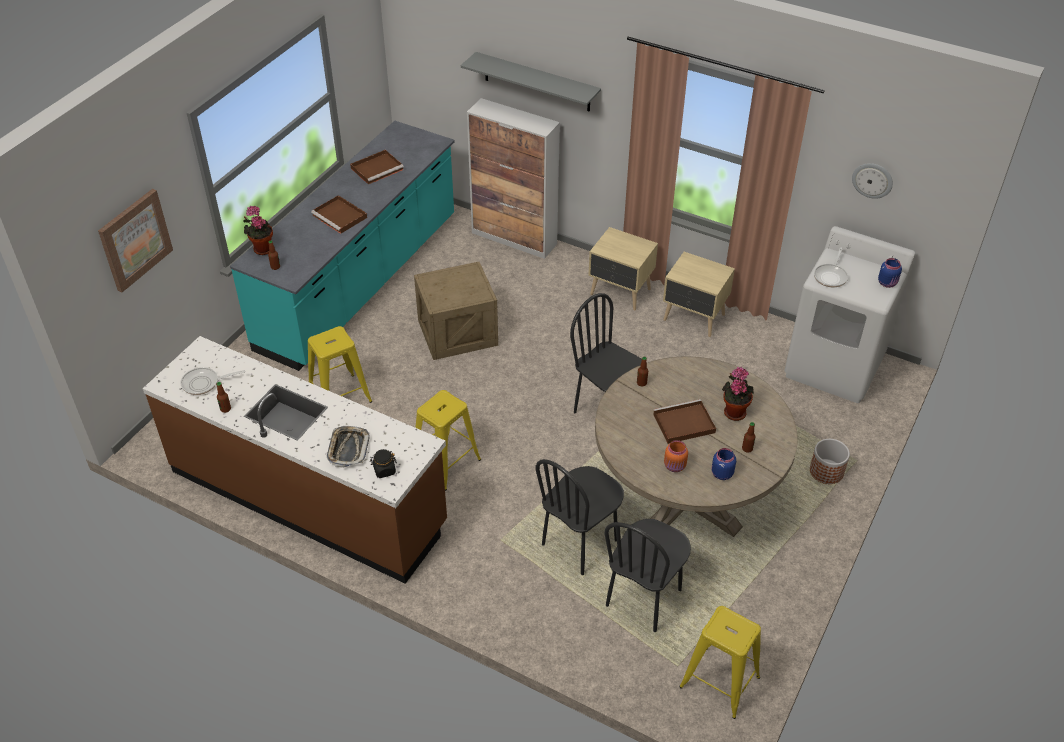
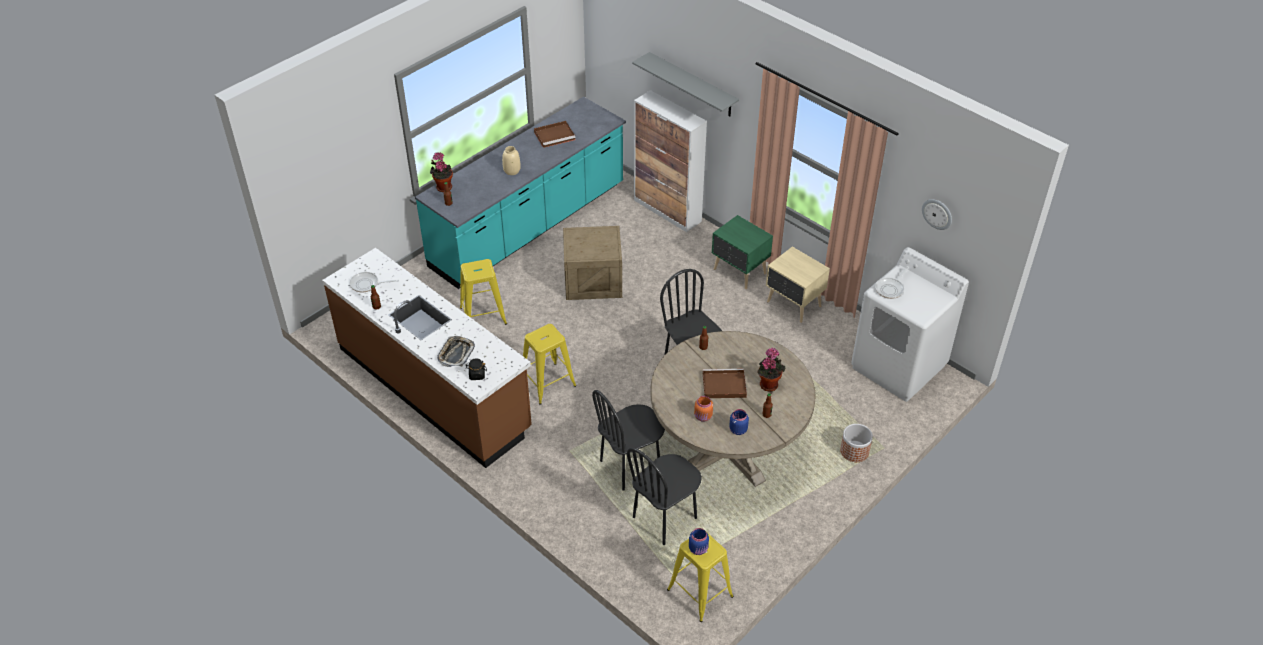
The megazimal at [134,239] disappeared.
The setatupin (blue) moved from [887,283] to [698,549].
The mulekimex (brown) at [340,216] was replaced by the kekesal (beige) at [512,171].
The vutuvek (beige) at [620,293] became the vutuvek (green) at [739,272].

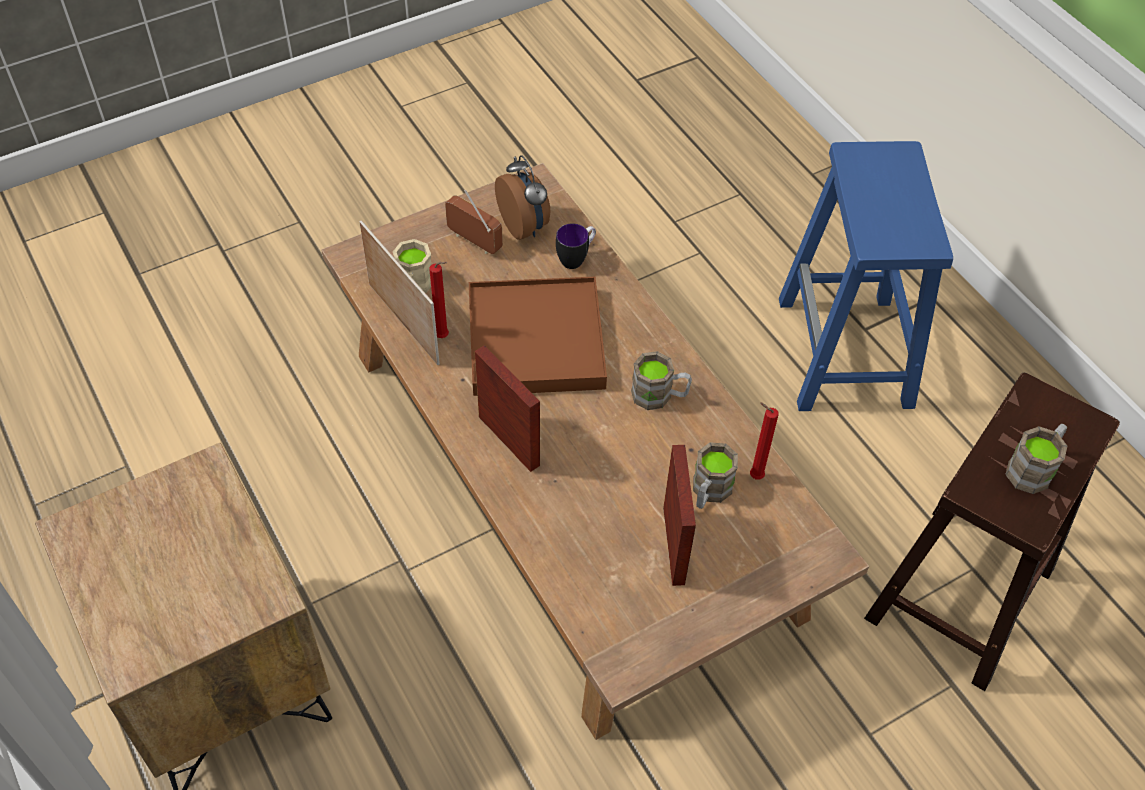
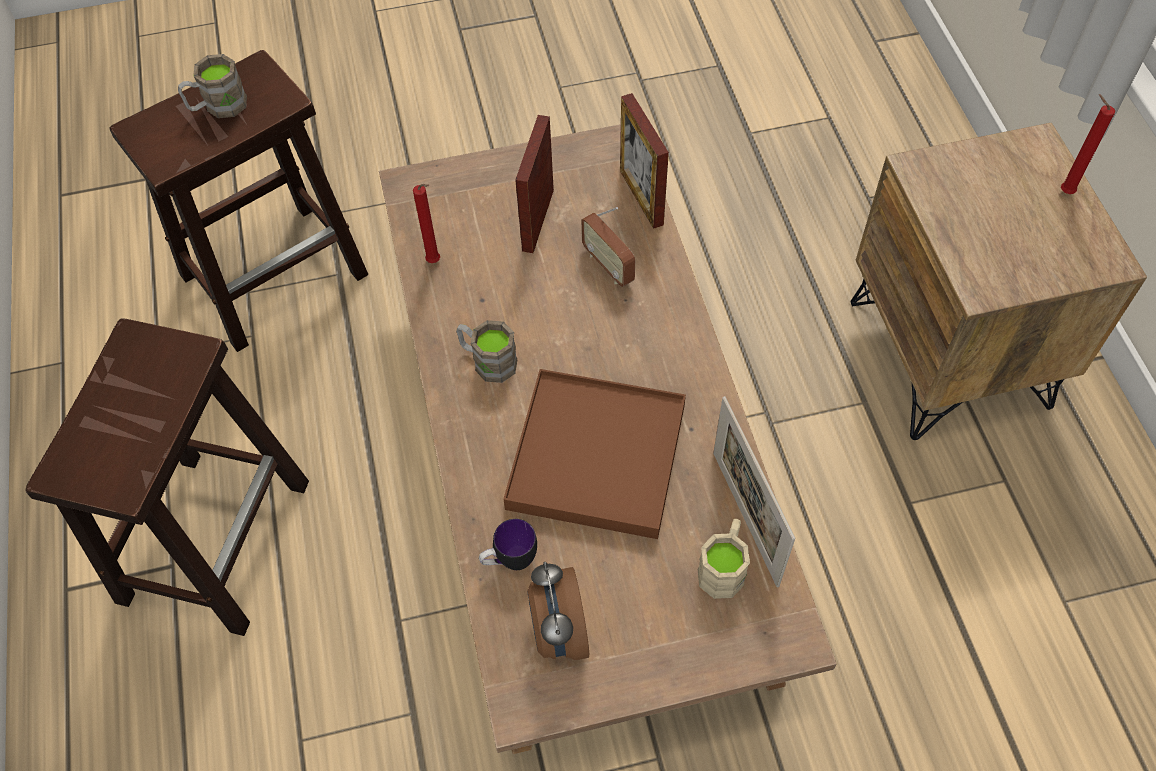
The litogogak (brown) at [708,492] disappeared.
The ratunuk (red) moved from [444,337] to [1064,191].
The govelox moved from [474,242] to [608,266].
The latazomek moved from [509,441] to [641,197].
The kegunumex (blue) at [845,354] became the kegunumex (brown) at [215,538].

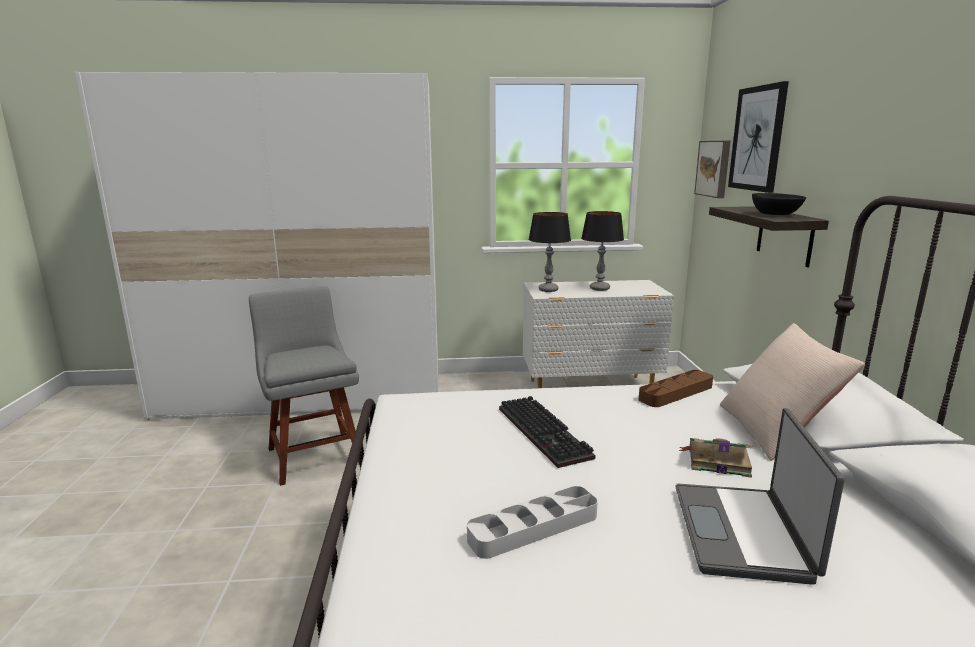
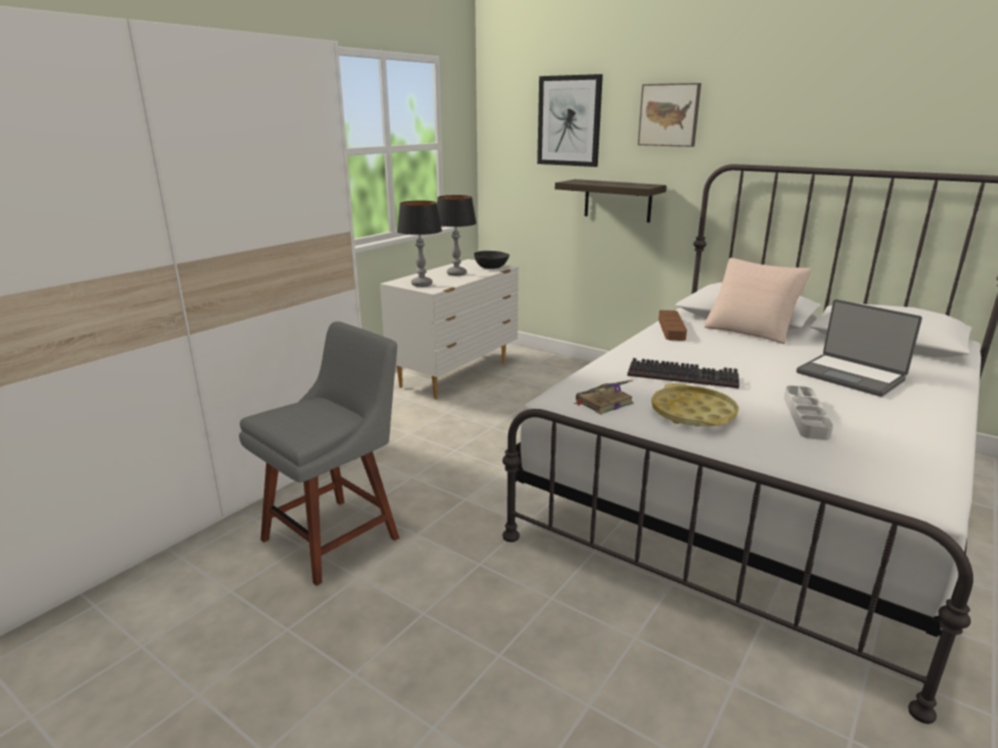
The mulekimex (yellow) at [693,414] appeared.
The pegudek moved from [716,461] to [603,403].
The megazimal moved from [714,168] to [669,115].
The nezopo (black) moved from [776,214] to [491,267].
The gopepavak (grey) at [314,453] turned 120 degrees clockwise.

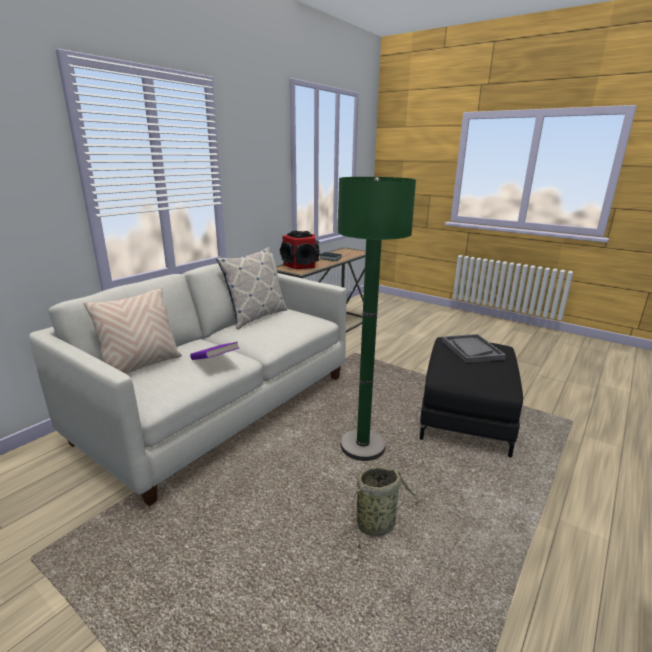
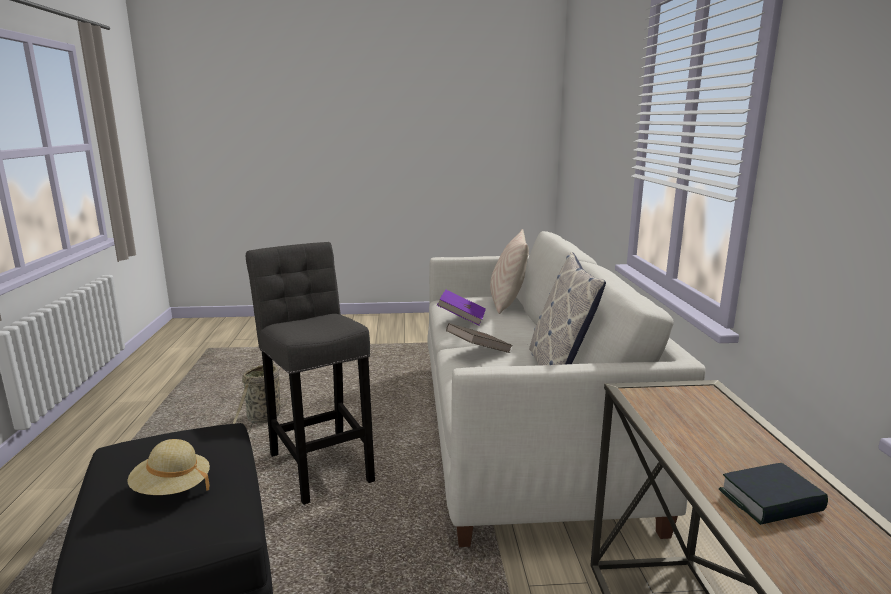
The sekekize at [301,265] disappeared.
The pegudek (brown) at [478,351] appeared.
The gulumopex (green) at [362,447] was replaced by the kegunumex (grey) at [320,463].
The mulekimex (grey) at [471,349] was replaced by the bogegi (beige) at [172,489].

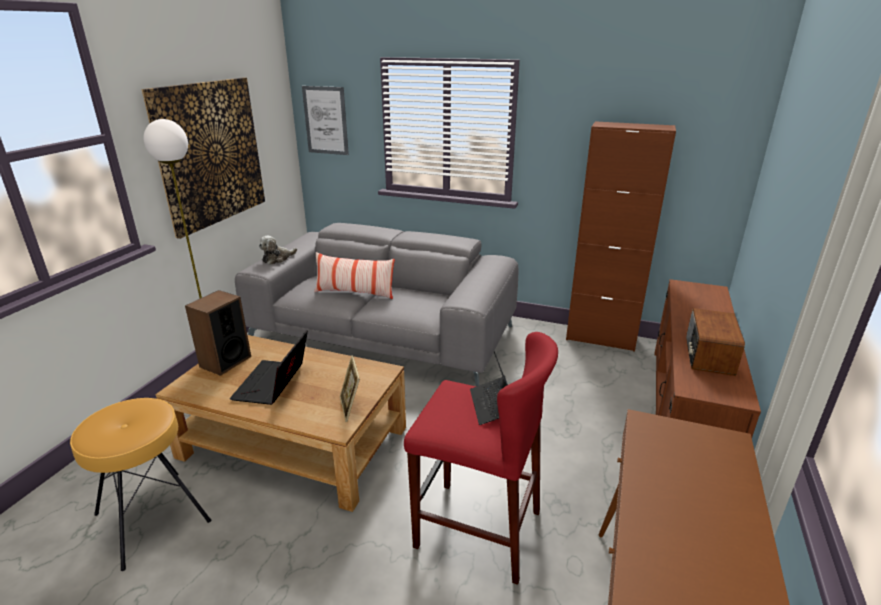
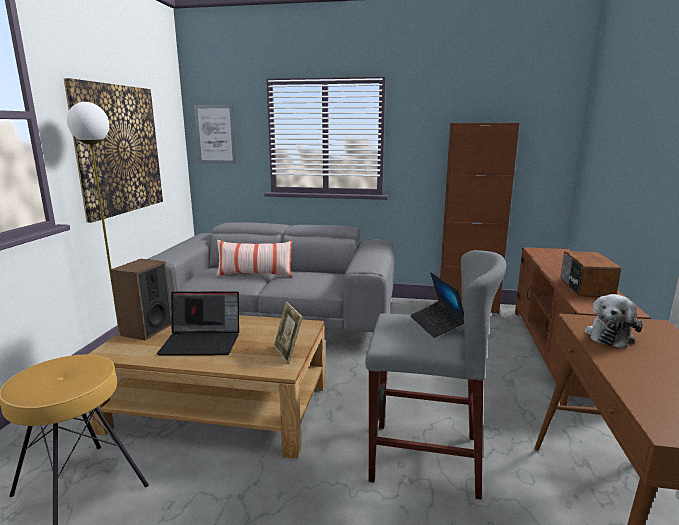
The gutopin moved from [277,259] to [609,335].
The kegunumex (red) at [478,529] became the kegunumex (grey) at [424,458].
The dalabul at [273,384] turned 90 degrees counterclockwise.

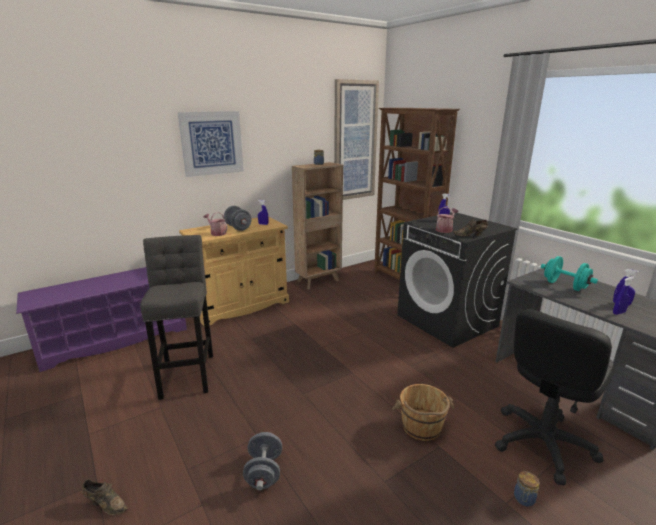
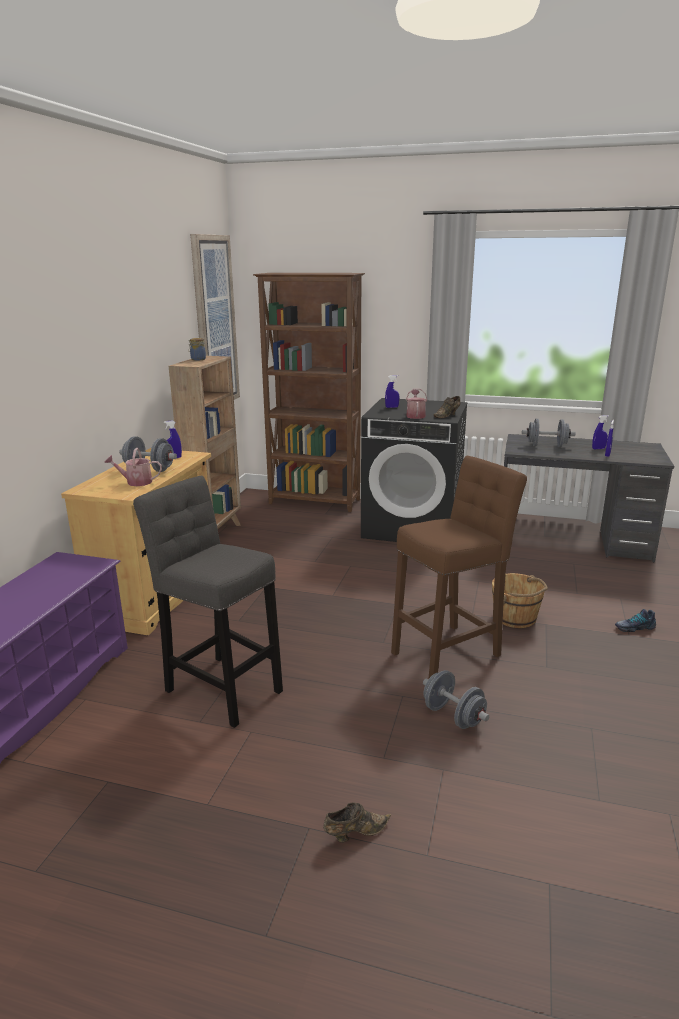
The megazimal at [212,143] disappeared.
The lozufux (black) at [542,443] disappeared.
The kegunumex (brown) at [450,651] appeared.
The setatupin at [524,499] was replaced by the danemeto at [634,627].
The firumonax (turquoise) at [565,285] became the firumonax (grey) at [546,446].

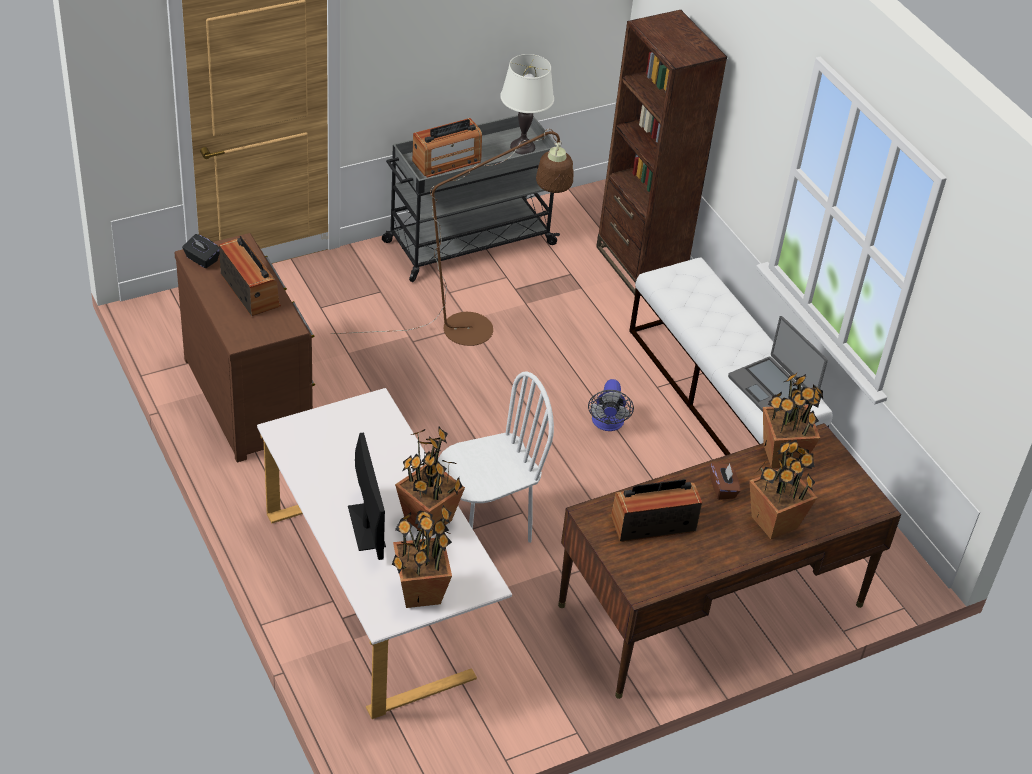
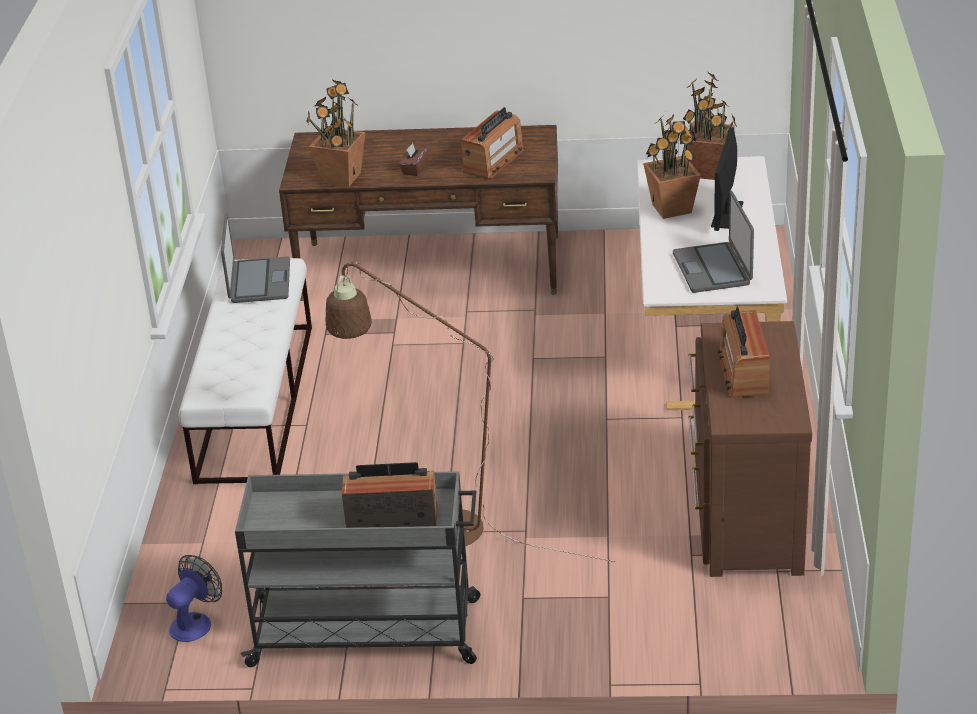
The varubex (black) at [201,259] disappeared.
The gopepavak (white) at [485,527] disappeared.
The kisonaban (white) at [522,147] disappeared.
The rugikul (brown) at [640,265] disappeared.
The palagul at [775,522] disappeared.
The dalabul at [713,269] appeared.
The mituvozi moved from [607,424] to [195,622].
The govelox at [653,523] turned 75 degrees counterclockwise.

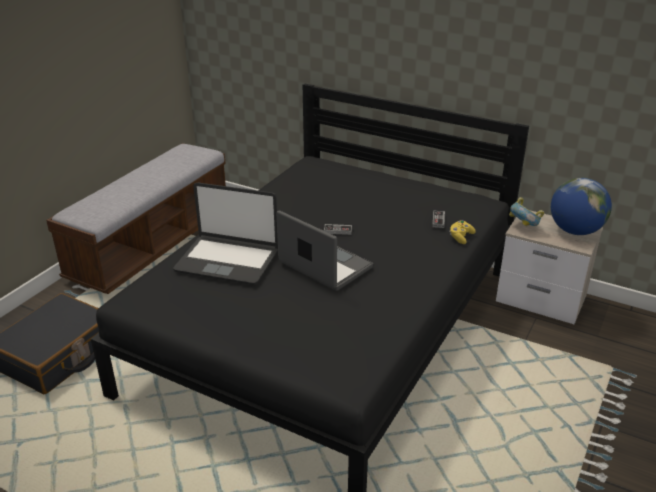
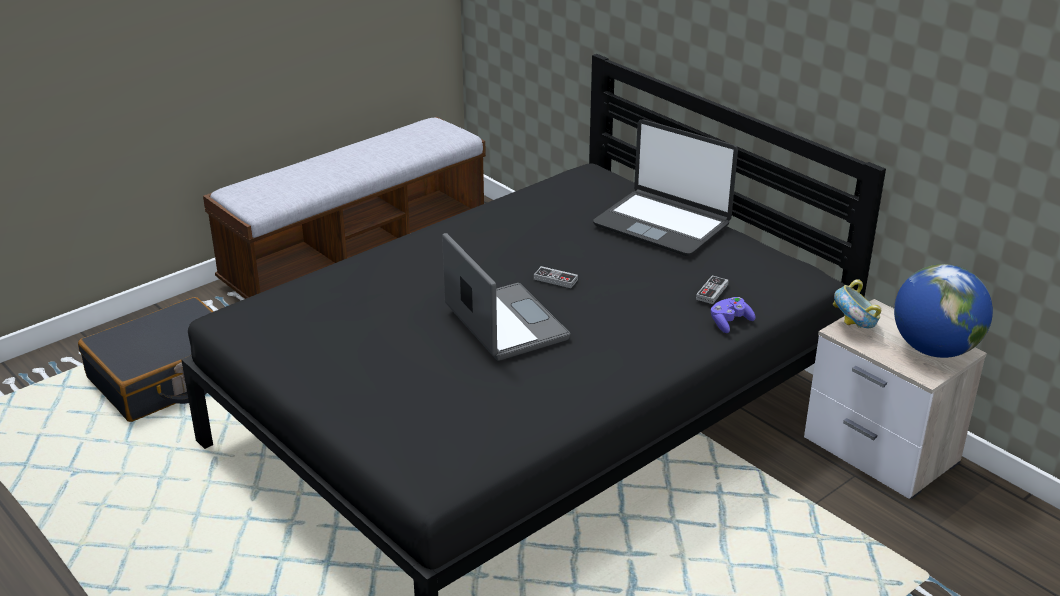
The dalabul moved from [228,260] to [662,224].
The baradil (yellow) at [460,237] became the baradil (purple) at [730,322].

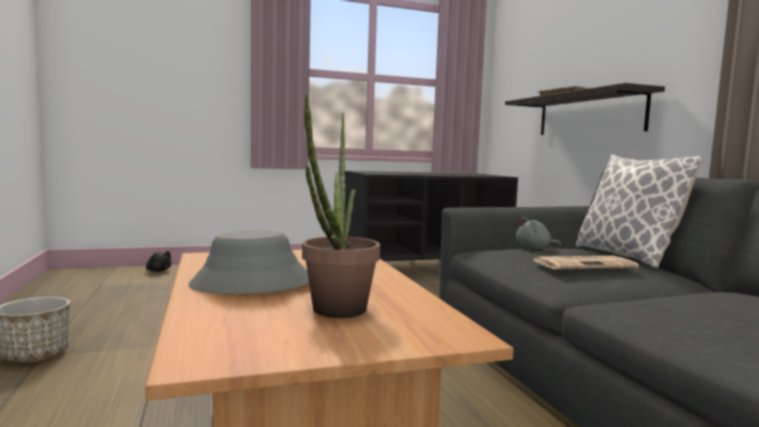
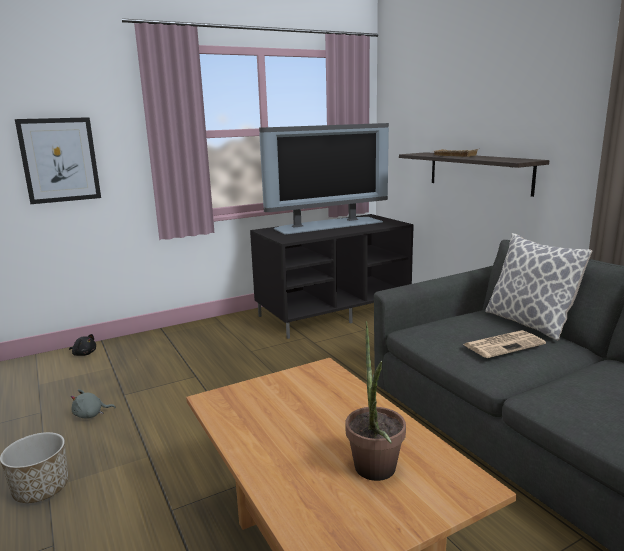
The bogegi (grey) at [252,284] disappeared.
The megazimal at [59,160] appeared.
The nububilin at [327,225] appeared.
The gutopin (grey) moved from [535,248] to [91,415].

